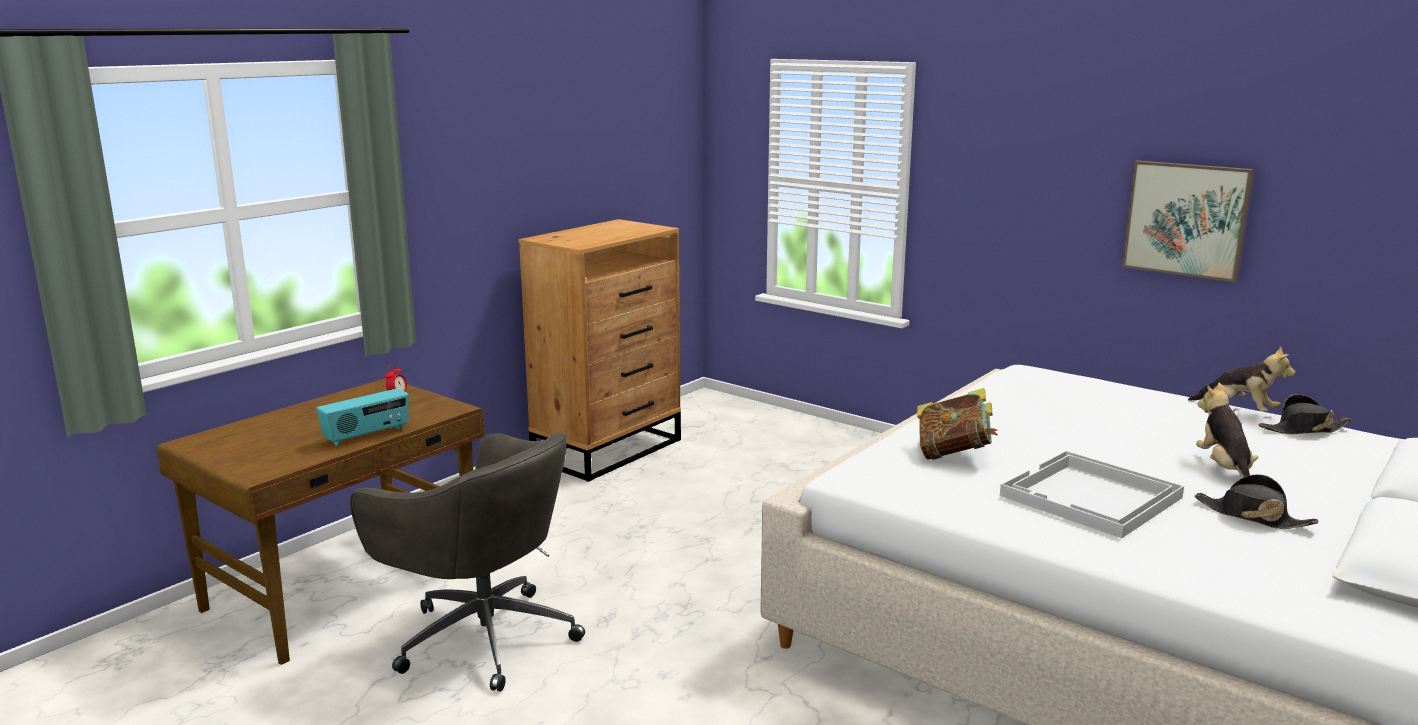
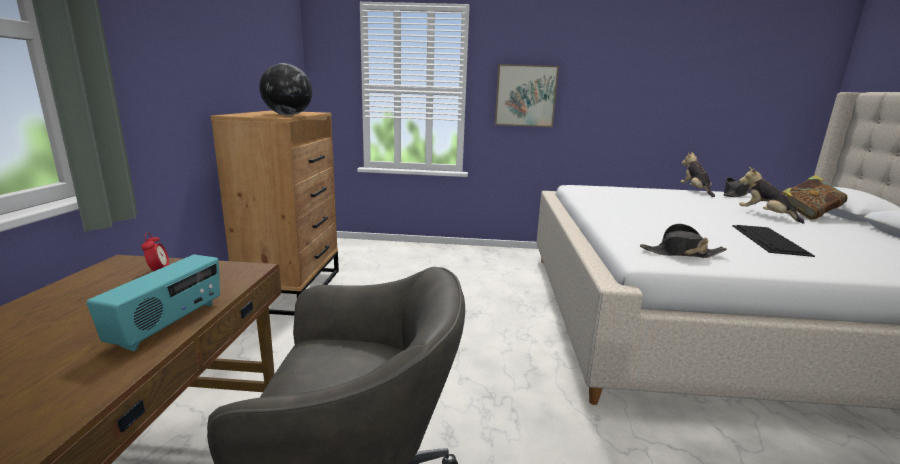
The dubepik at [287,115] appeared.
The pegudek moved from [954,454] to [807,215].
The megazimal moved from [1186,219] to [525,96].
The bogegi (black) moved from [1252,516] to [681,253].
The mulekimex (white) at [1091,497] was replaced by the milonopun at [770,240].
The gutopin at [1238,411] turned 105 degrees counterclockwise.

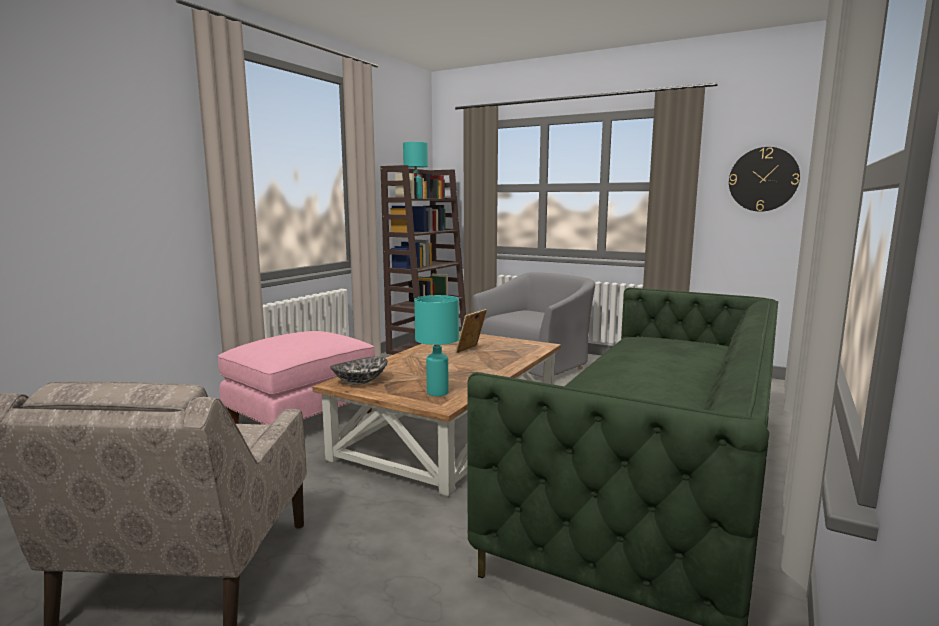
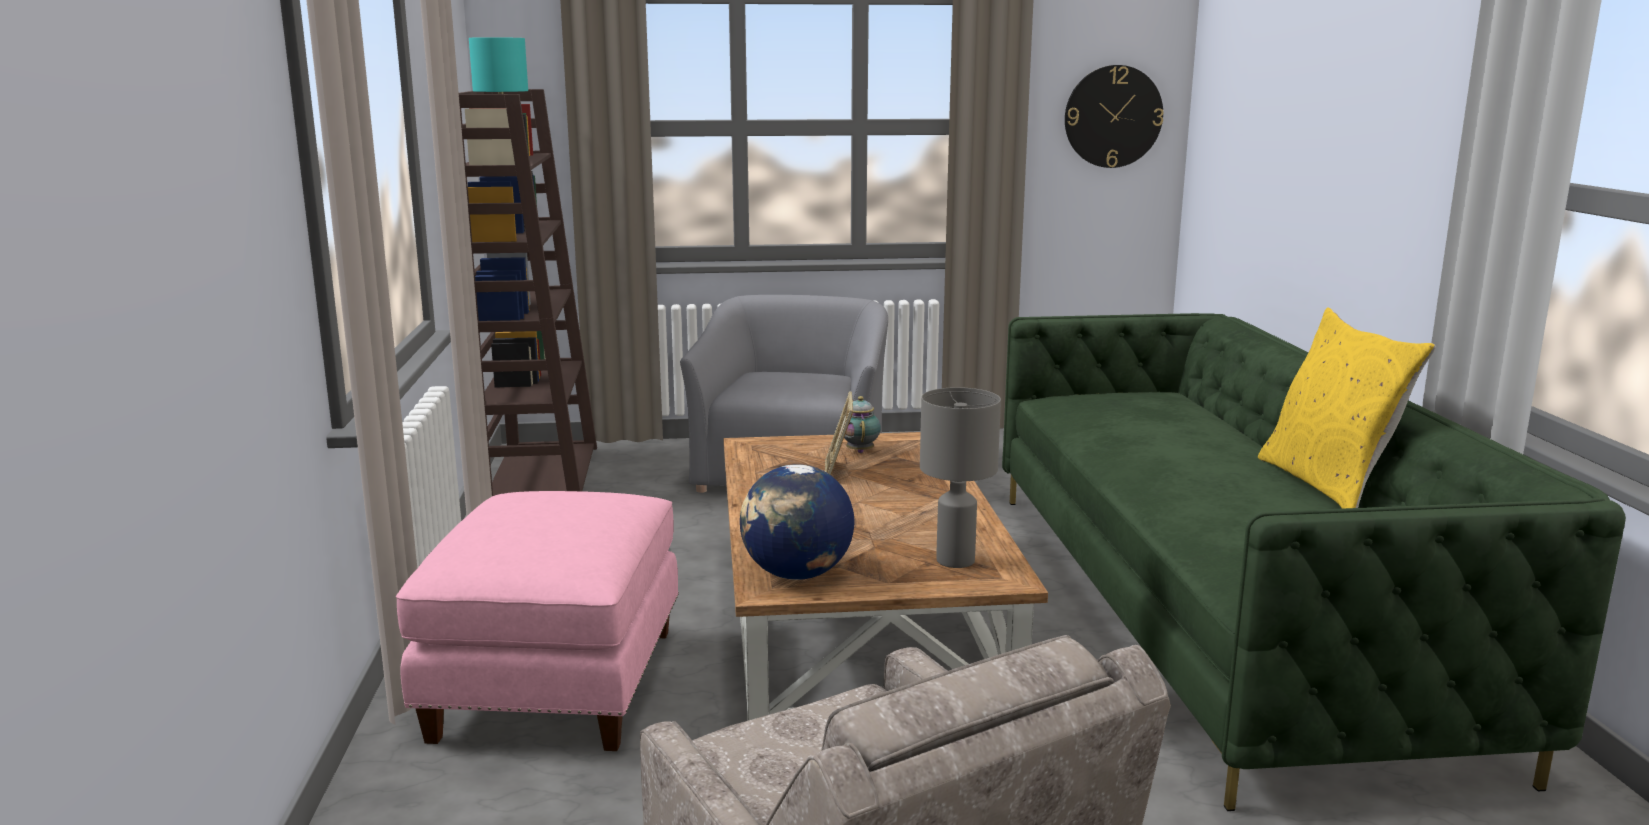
The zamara at [860,451] appeared.
The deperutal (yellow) at [1329,485] appeared.
The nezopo at [360,381] was replaced by the dubepik at [797,575].
The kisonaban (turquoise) at [438,392] became the kisonaban (grey) at [956,560].

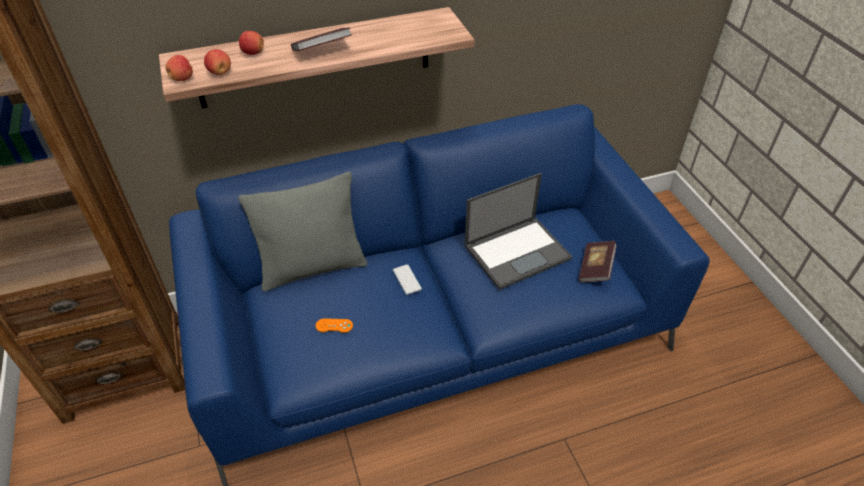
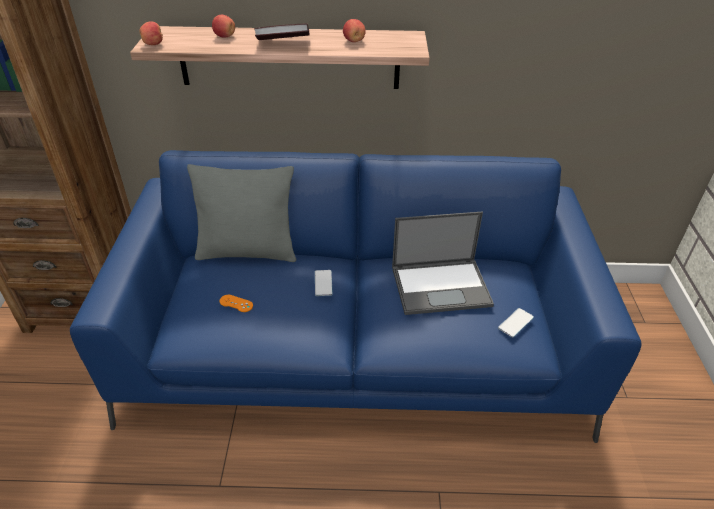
The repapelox moved from [220,72] to [354,41].
The pegudek at [595,268] was replaced by the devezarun at [515,323].

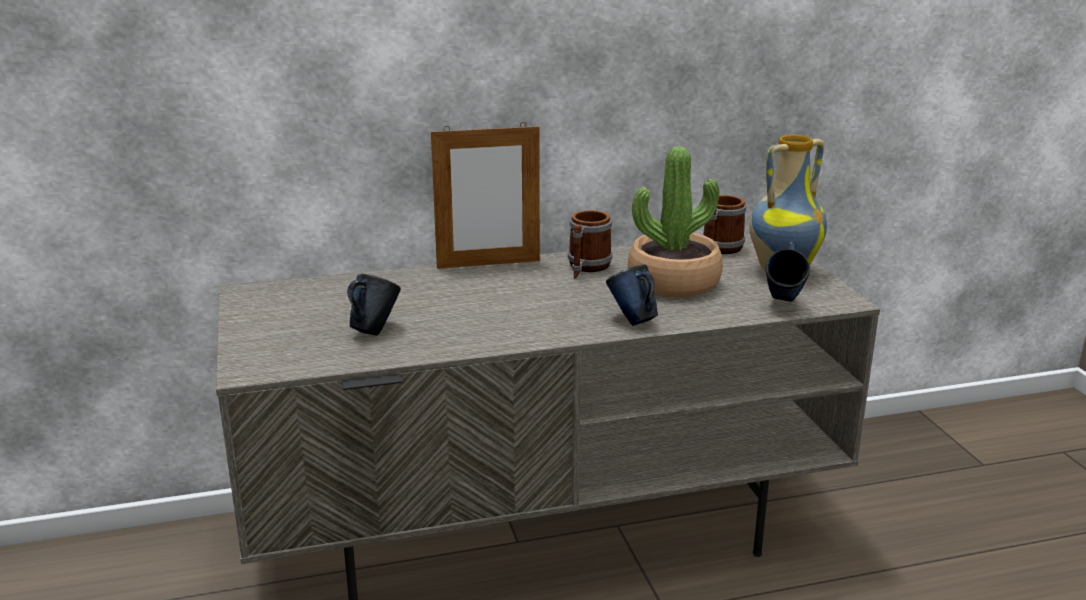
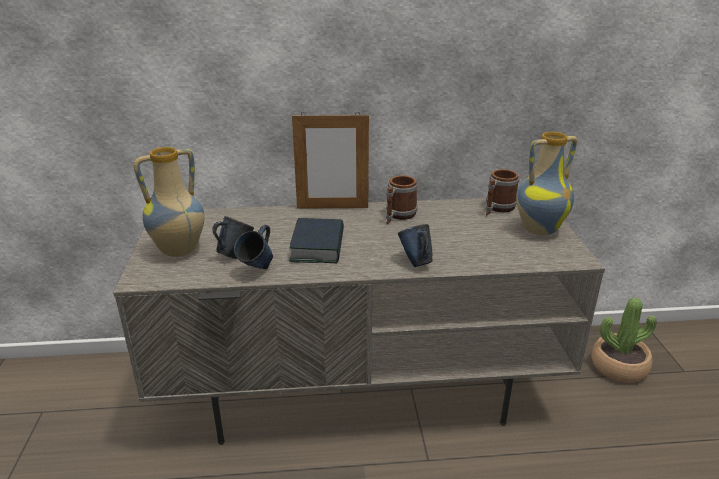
The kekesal at [179,251] appeared.
The pegudek at [318,247] appeared.
The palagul moved from [674,282] to [618,367].
The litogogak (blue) moved from [784,304] to [258,271].

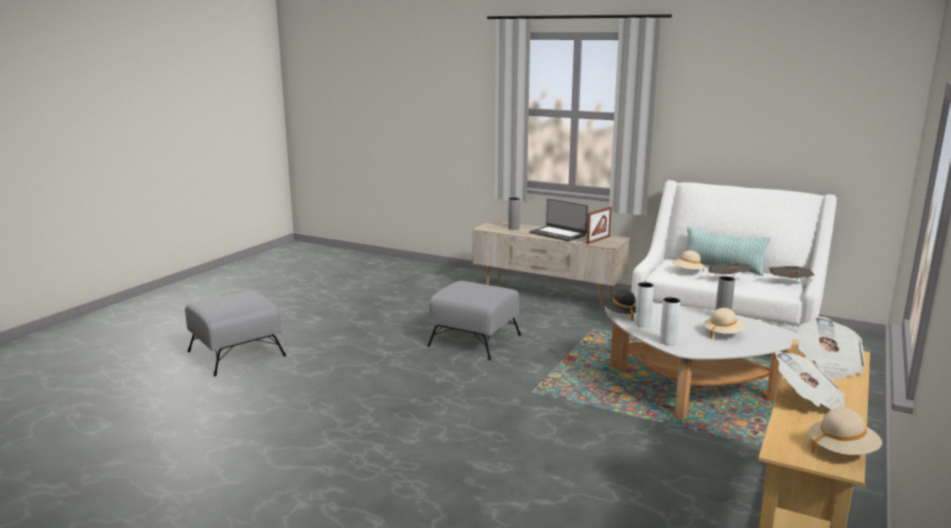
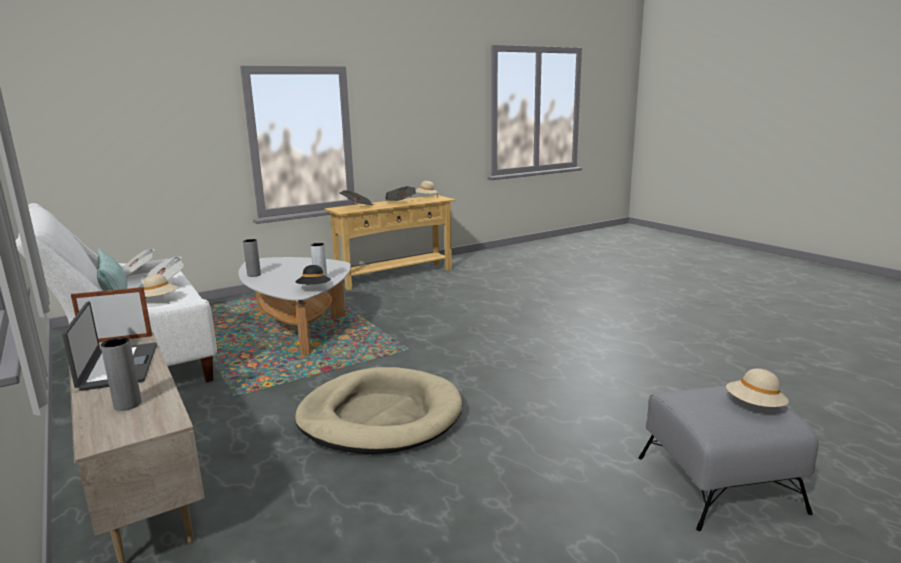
The kekesal (grey) at [668,342] disappeared.
The bogegi (beige) moved from [723,334] to [754,406].
The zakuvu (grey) at [475,340] was replaced by the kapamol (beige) at [380,416].

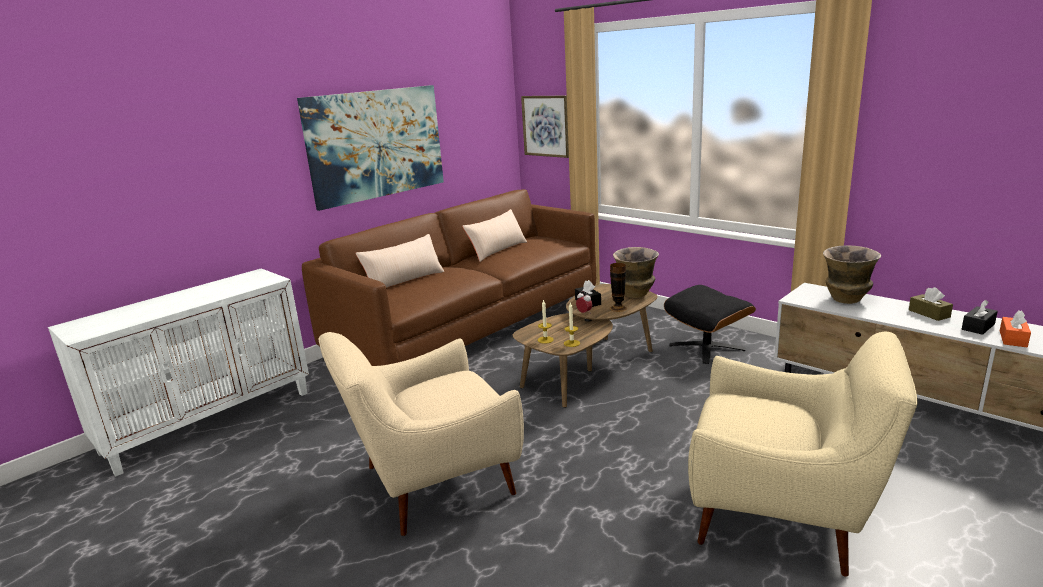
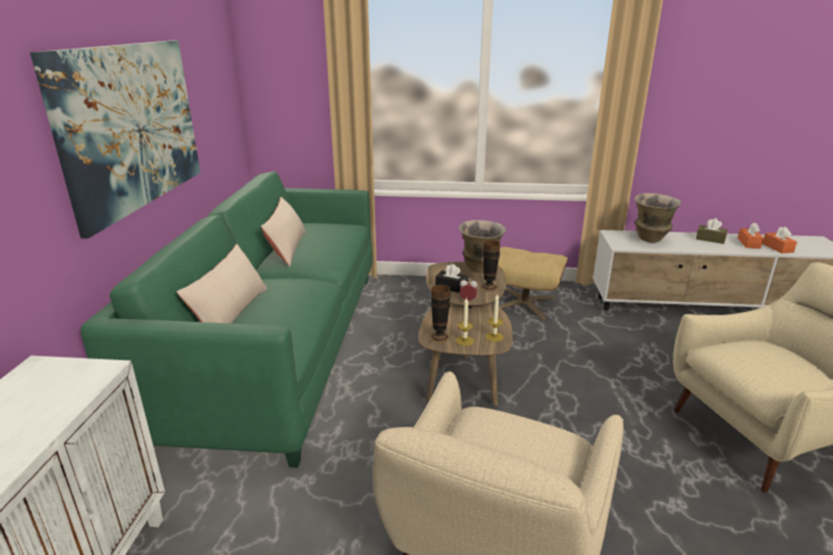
The megazimal at [546,126] disappeared.
The kekesal at [439,337] appeared.
The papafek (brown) at [469,327] became the papafek (green) at [278,347].
The zakuvu (black) at [707,347] became the zakuvu (beige) at [525,303].
The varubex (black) at [978,327] became the varubex (orange) at [748,243].

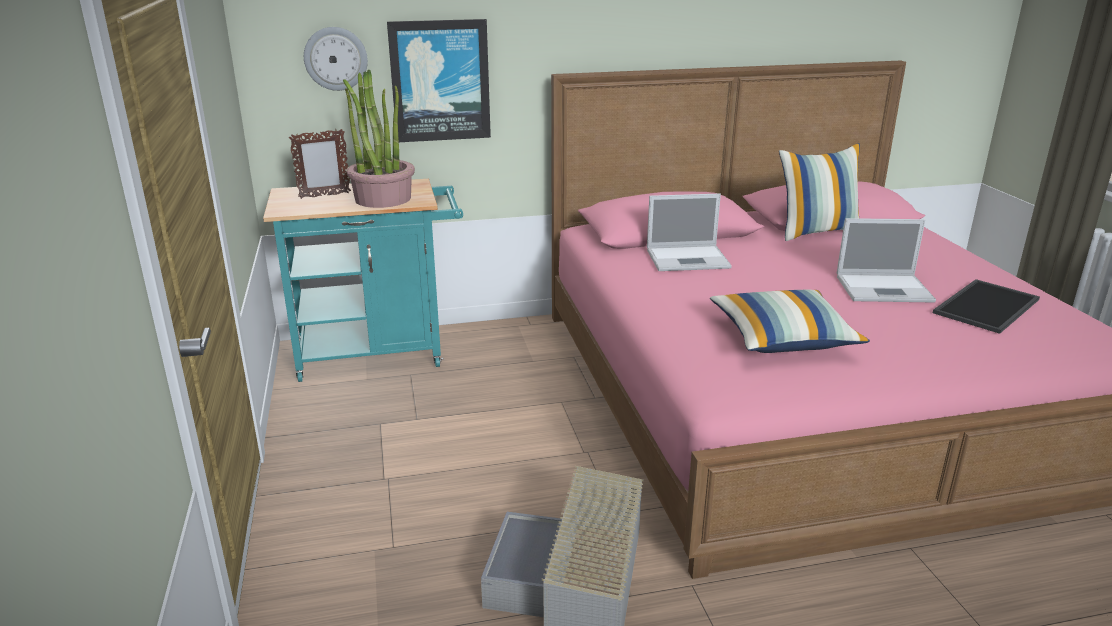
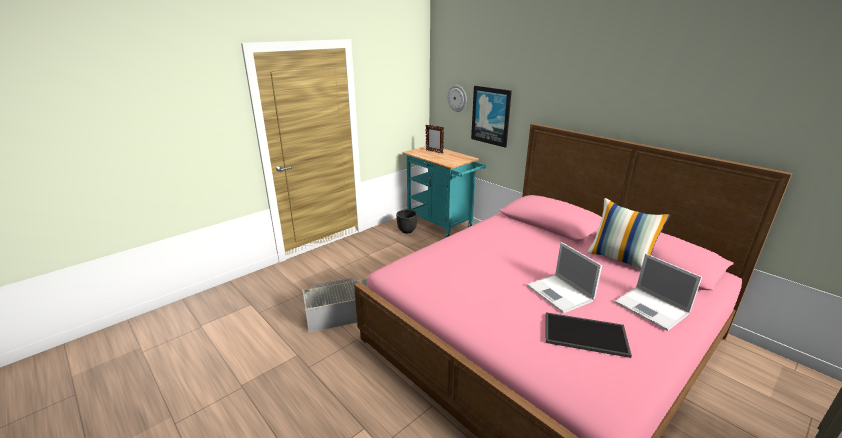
The palagul at [382,198] disappeared.
The deperutal at [783,338] disappeared.
The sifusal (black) at [407,231] appeared.
The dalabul moved from [689,258] to [652,308].

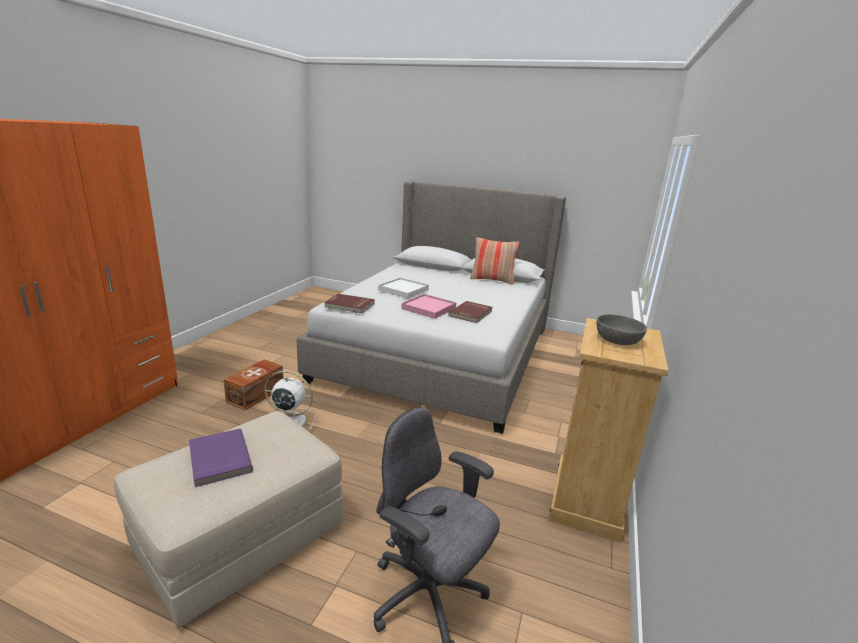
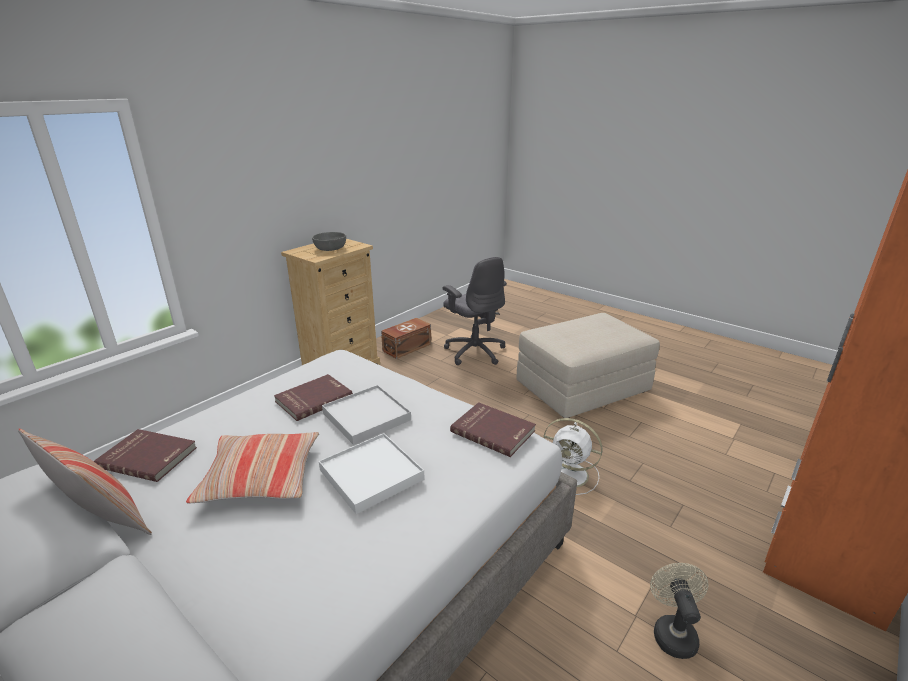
The pegudek (purple) at [218,459] disappeared.
The pegudek (red) at [149,456] appeared.
The deperutal at [260,477] appeared.
The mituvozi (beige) at [672,632] appeared.
The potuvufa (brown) moved from [257,394] to [406,347].
The mulekimex (pink) at [428,308] became the mulekimex (white) at [366,417].

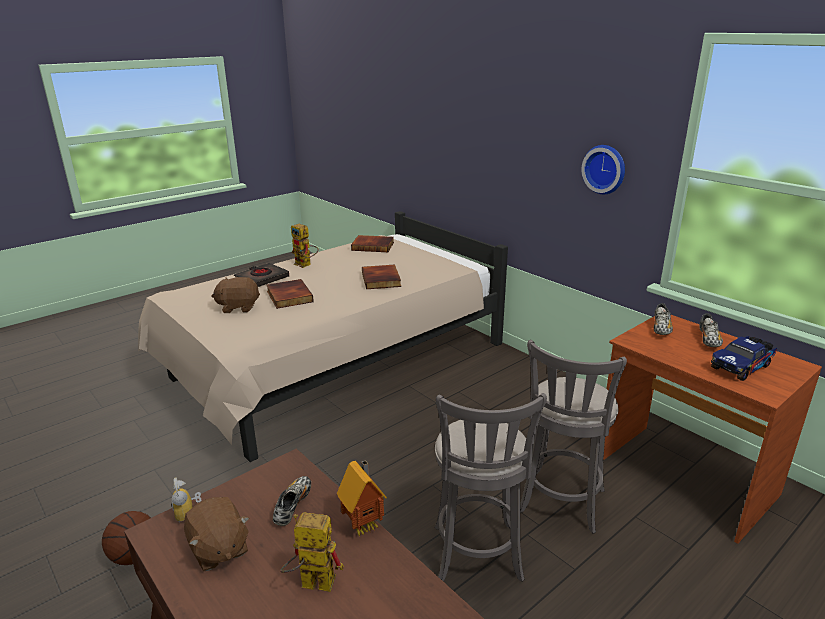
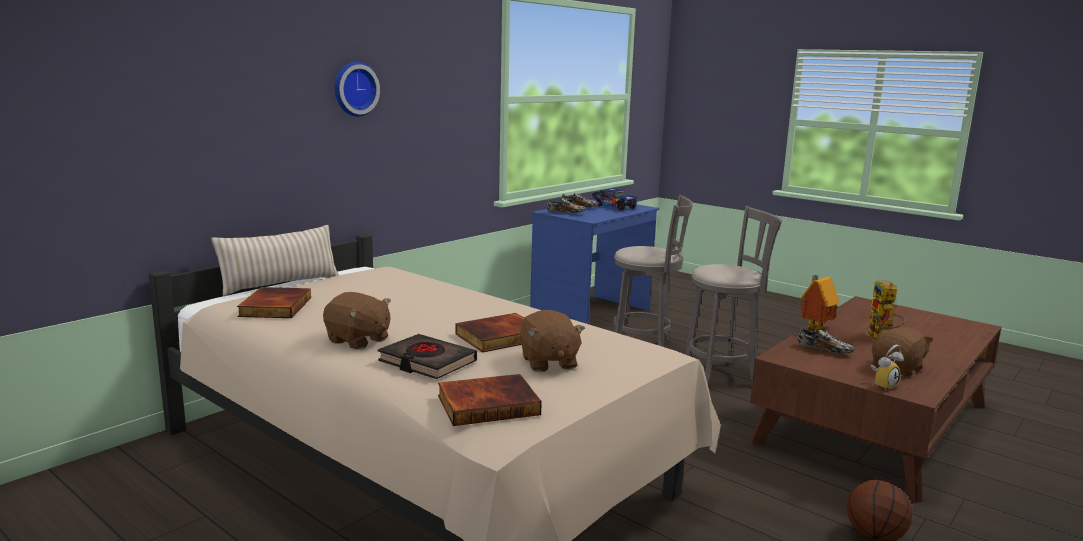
The deperutal (beige) at [280,284] appeared.
The pegudek moved from [382,279] to [488,404].
The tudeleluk moved from [605,169] to [354,89].
The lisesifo at [306,265] was replaced by the gutopin (brown) at [358,340].
The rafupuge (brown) at [683,478] became the rafupuge (blue) at [592,315].
The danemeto at [293,506] turned 150 degrees counterclockwise.

